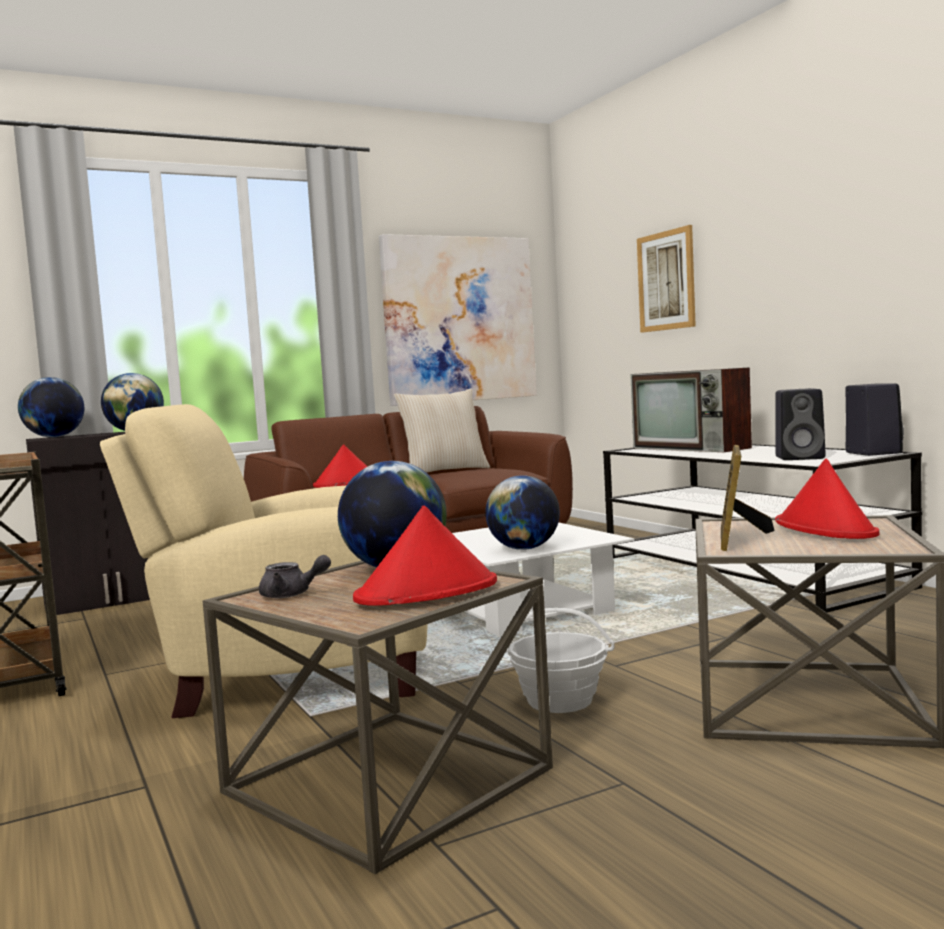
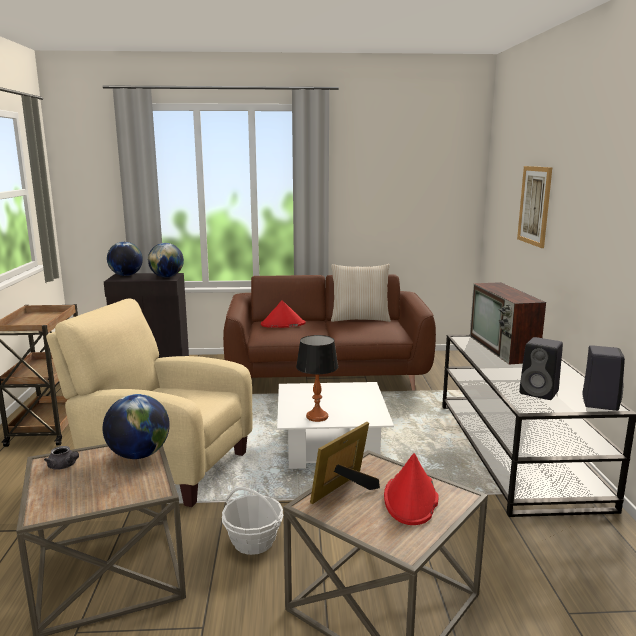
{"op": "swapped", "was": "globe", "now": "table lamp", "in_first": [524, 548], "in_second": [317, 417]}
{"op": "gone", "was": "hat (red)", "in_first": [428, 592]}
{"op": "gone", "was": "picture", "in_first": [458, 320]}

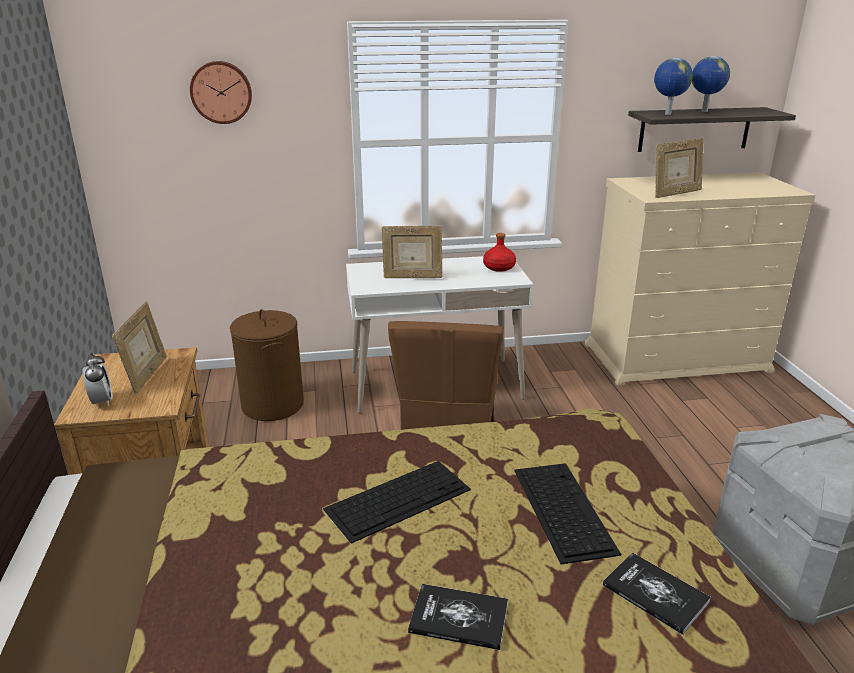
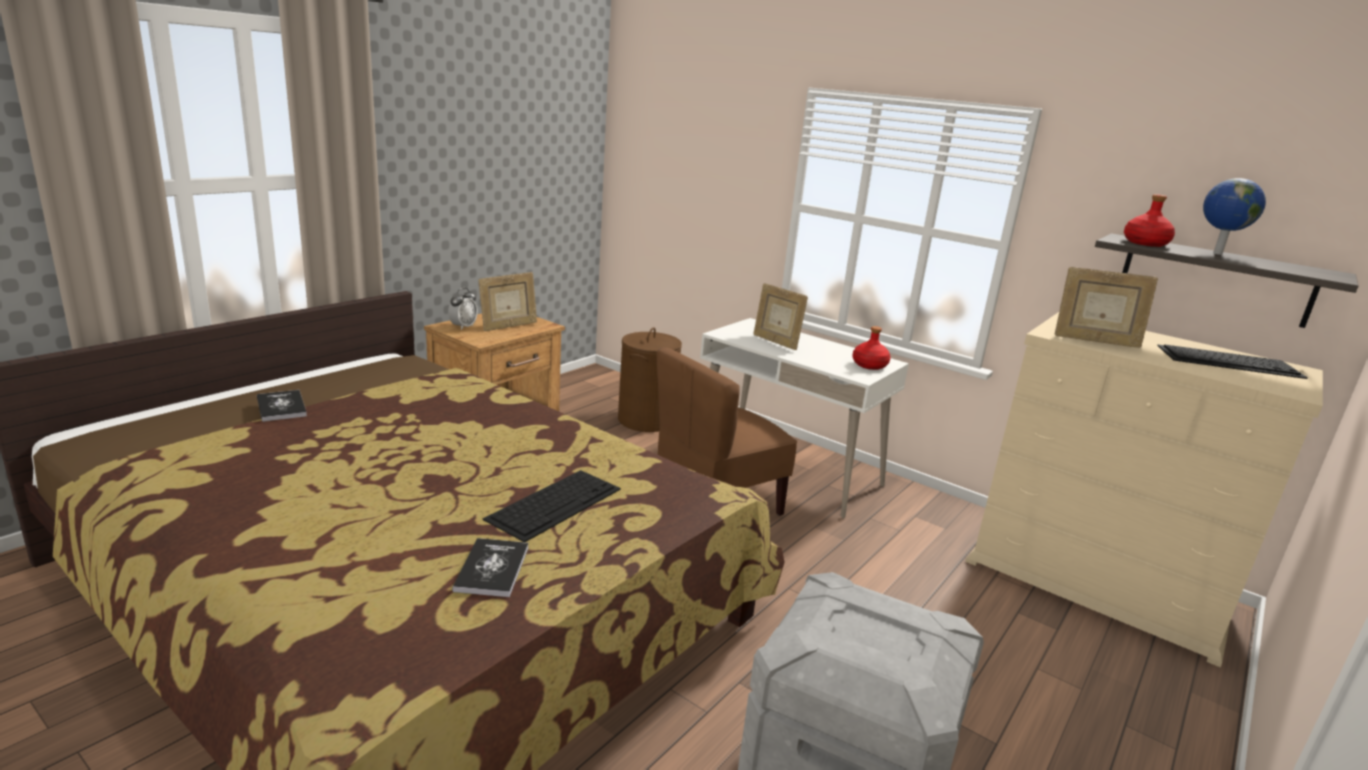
{"op": "shifted", "was": "book", "in_first": [459, 618], "in_second": [281, 407]}
{"op": "swapped", "was": "globe", "now": "bottle (red)", "in_first": [667, 114], "in_second": [1145, 243]}
{"op": "shifted", "was": "keyboard", "in_first": [399, 498], "in_second": [1230, 361]}
{"op": "gone", "was": "wall clock", "in_first": [221, 92]}

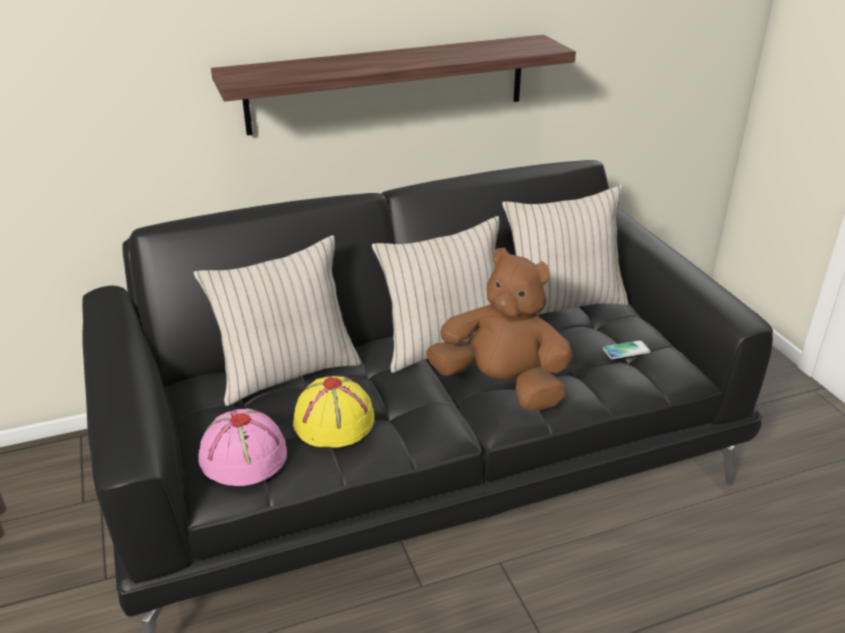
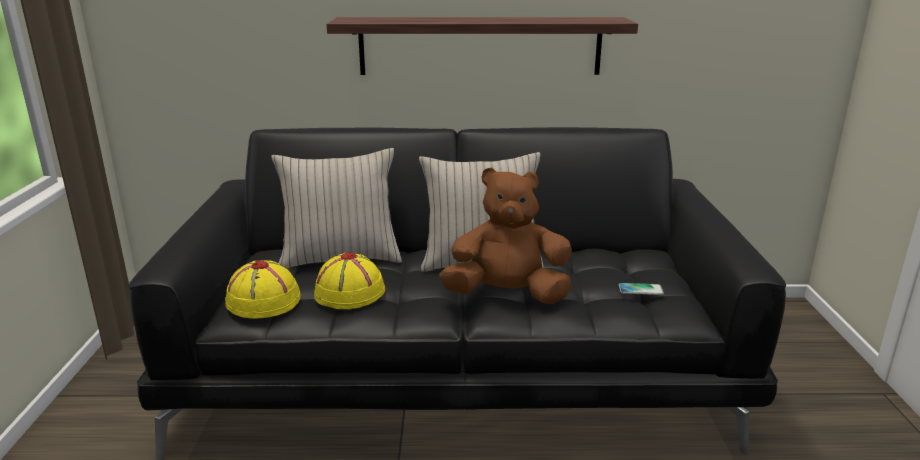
{"op": "repainted", "was": "hat (pink)", "now": "hat (yellow)", "in_first": [243, 456], "in_second": [262, 301]}
{"op": "rotated", "was": "plush toy (brown)", "in_first": [501, 385], "in_second": [507, 295], "clockwise": -45}
{"op": "gone", "was": "pillow (beige)", "in_first": [561, 303]}

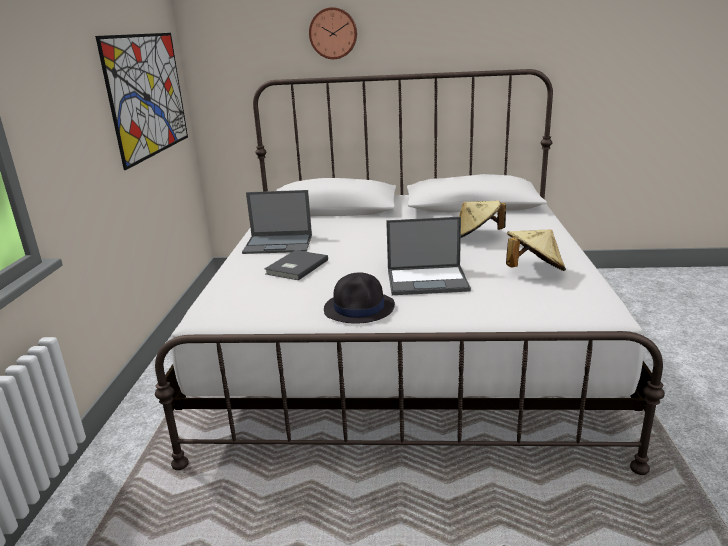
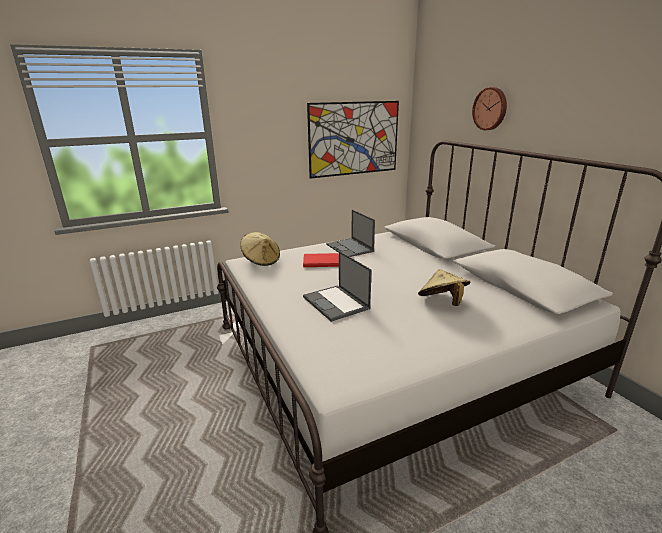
{"op": "shifted", "was": "hat (beige)", "in_first": [533, 271], "in_second": [261, 260]}
{"op": "repainted", "was": "book (grey)", "now": "book (red)", "in_first": [295, 267], "in_second": [320, 261]}
{"op": "gone", "was": "hat (black)", "in_first": [359, 308]}

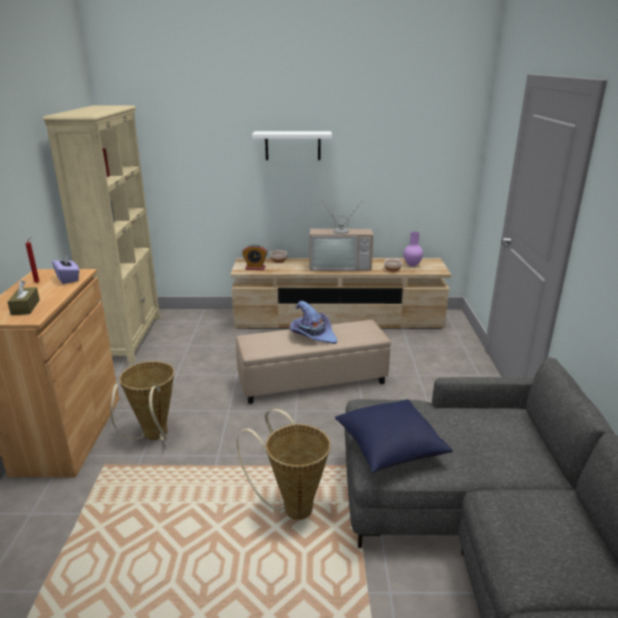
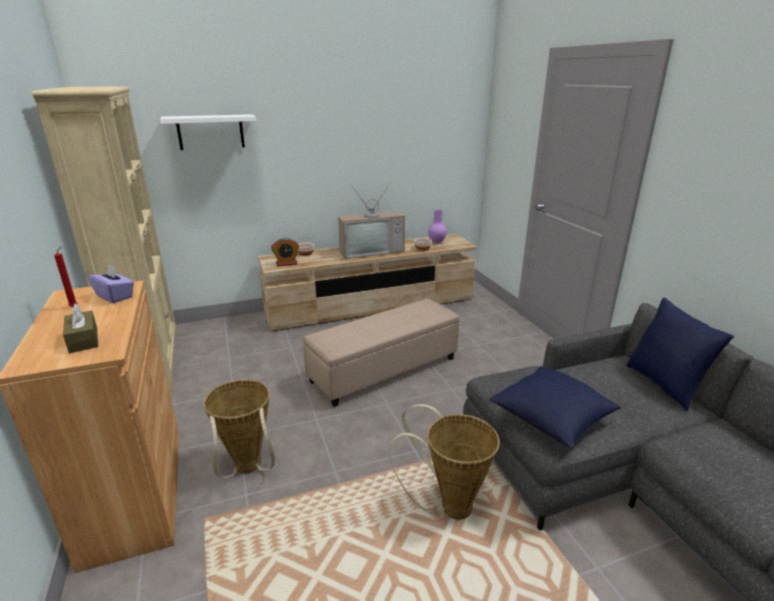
{"op": "shifted", "was": "shelf (white)", "in_first": [292, 145], "in_second": [210, 132]}
{"op": "new", "now": "pillow (blue)", "in_second": [664, 385]}
{"op": "gone", "was": "hat (purple)", "in_first": [313, 335]}

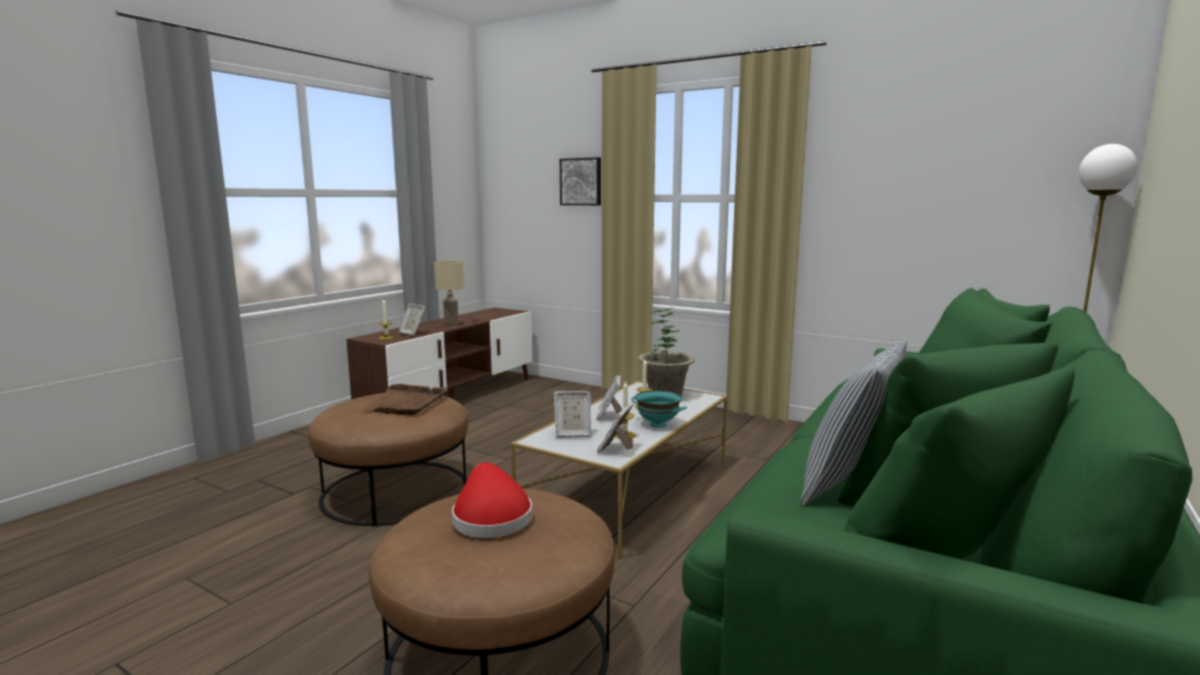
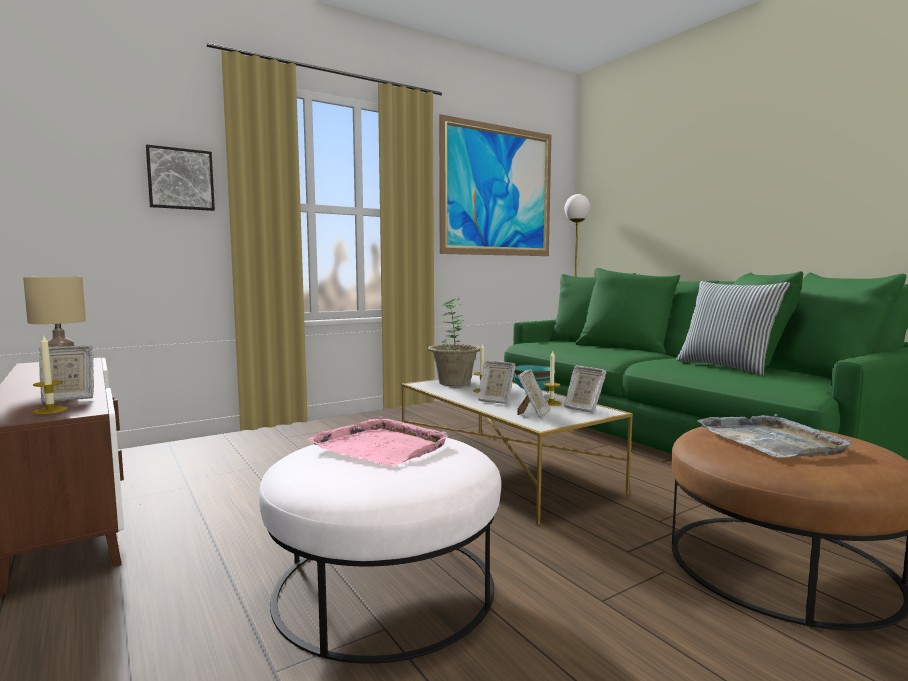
{"op": "repainted", "was": "ottoman (brown)", "now": "ottoman (white)", "in_first": [396, 491], "in_second": [384, 586]}
{"op": "repainted", "was": "tray (brown)", "now": "tray (pink)", "in_first": [406, 403], "in_second": [381, 446]}
{"op": "new", "now": "picture", "in_second": [498, 191]}
{"op": "swapped", "was": "hat (red)", "now": "tray (grey)", "in_first": [490, 517], "in_second": [771, 440]}

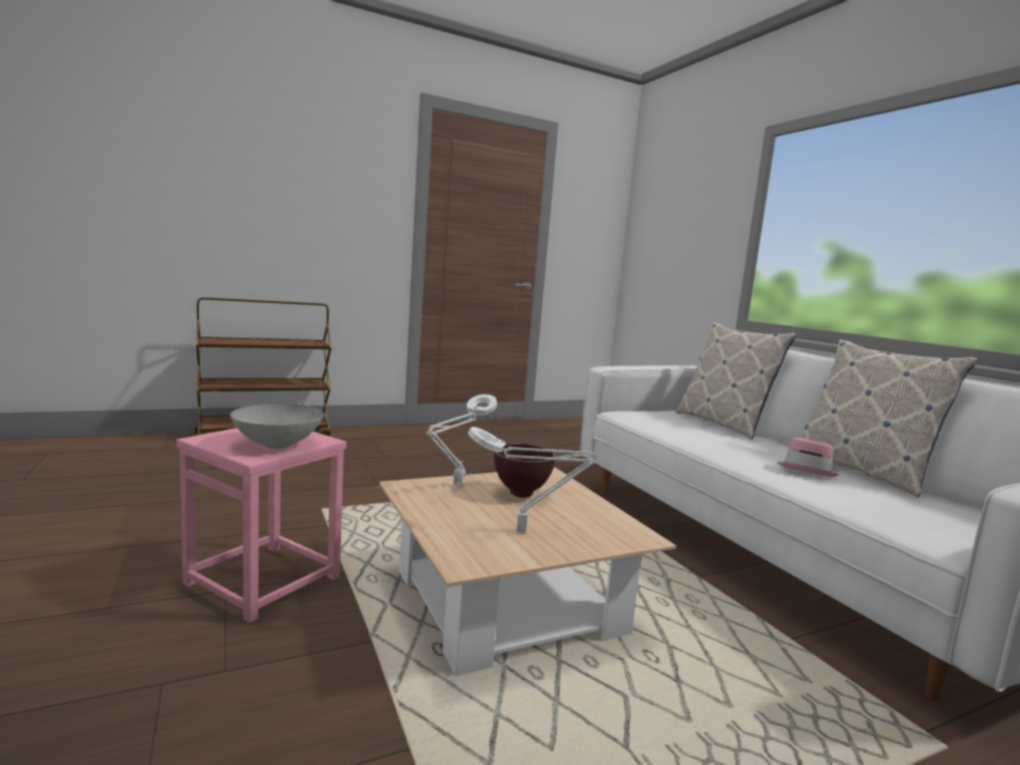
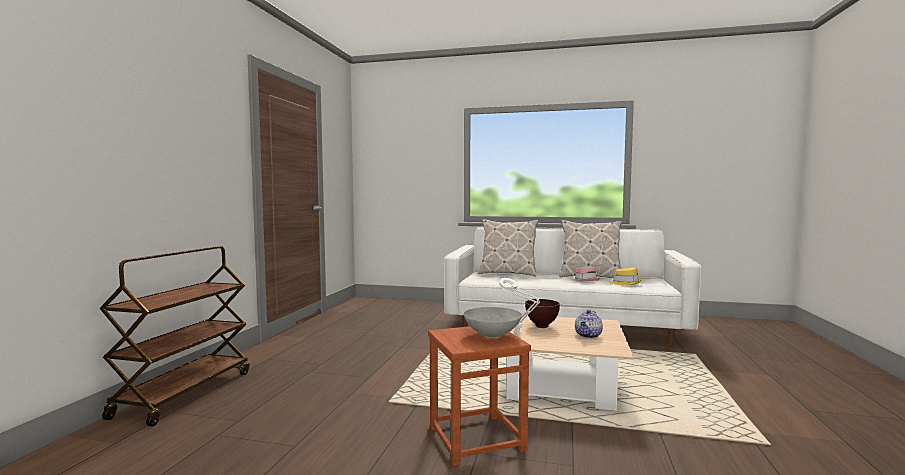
{"op": "repainted", "was": "stool (pink)", "now": "stool (brown)", "in_first": [264, 580], "in_second": [476, 438]}
{"op": "swapped", "was": "table lamp (white)", "now": "teapot", "in_first": [525, 531], "in_second": [588, 335]}
{"op": "new", "now": "hat (yellow)", "in_second": [625, 283]}

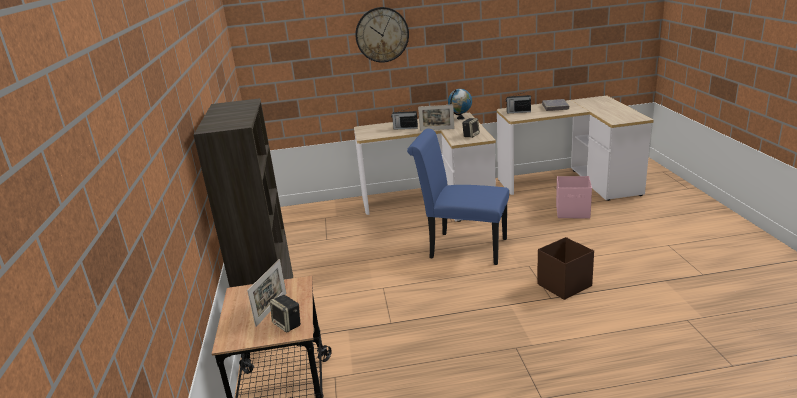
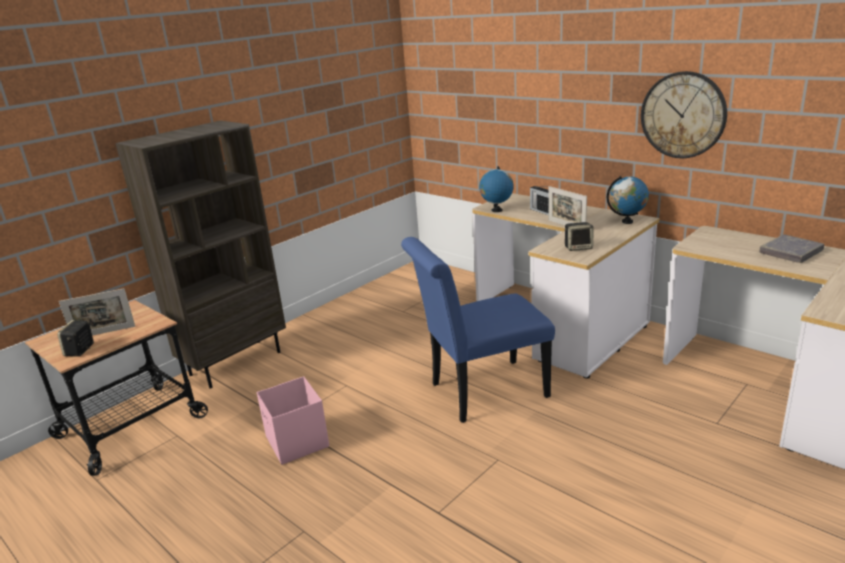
{"op": "shifted", "was": "storage box (pink)", "in_first": [573, 212], "in_second": [297, 442]}
{"op": "rotated", "was": "chair (blue)", "in_first": [462, 248], "in_second": [481, 392], "clockwise": -90}
{"op": "new", "now": "globe", "in_second": [496, 210]}
{"op": "shifted", "was": "wall clock", "in_first": [382, 35], "in_second": [683, 115]}
{"op": "gone", "was": "radio", "in_first": [518, 112]}
{"op": "gone", "was": "storage box (brown)", "in_first": [563, 285]}

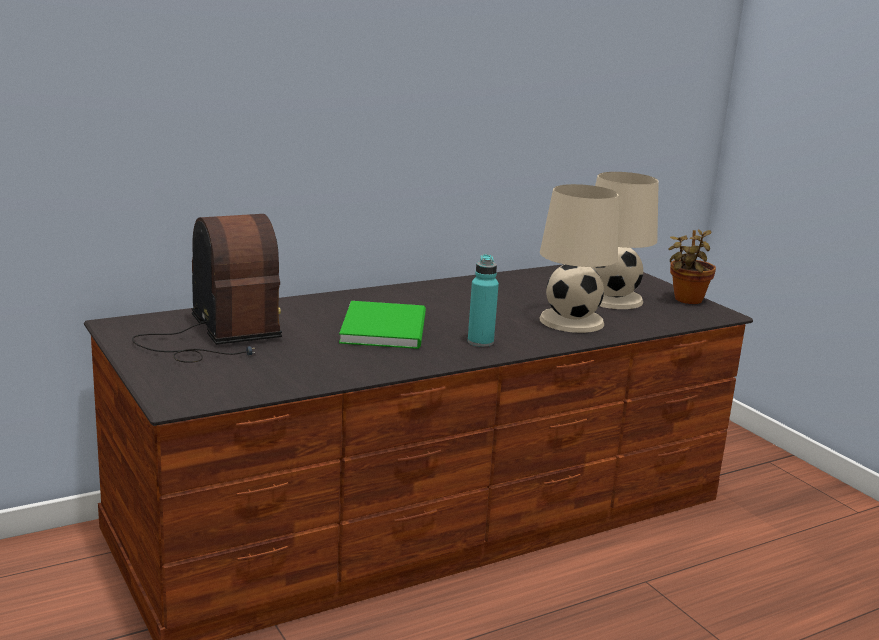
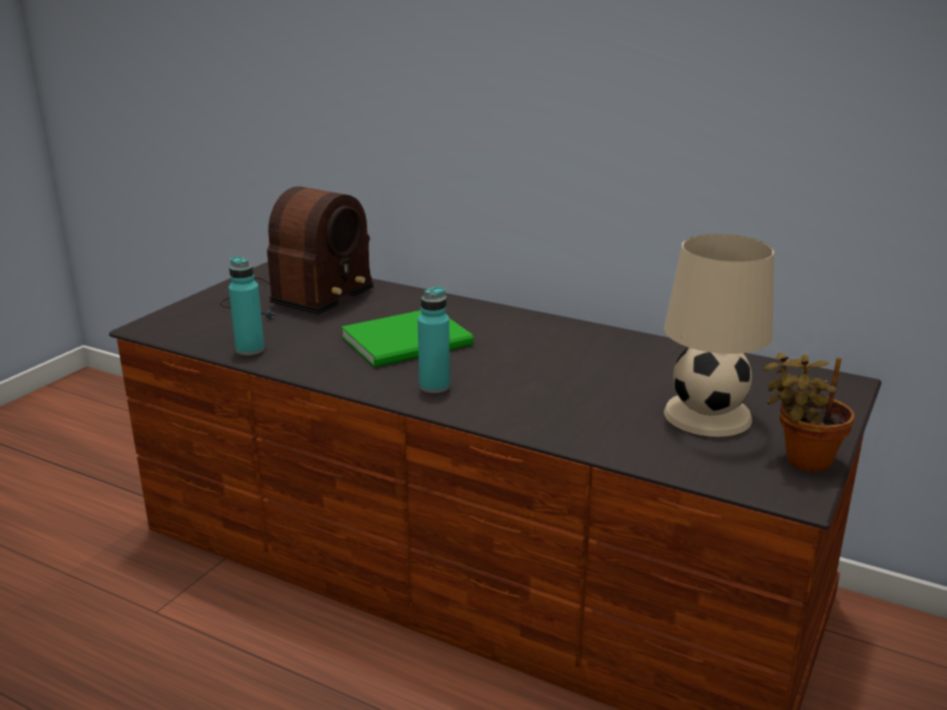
{"op": "new", "now": "bottle (turquoise)", "in_second": [250, 349]}
{"op": "gone", "was": "table lamp (beige)", "in_first": [570, 321]}

